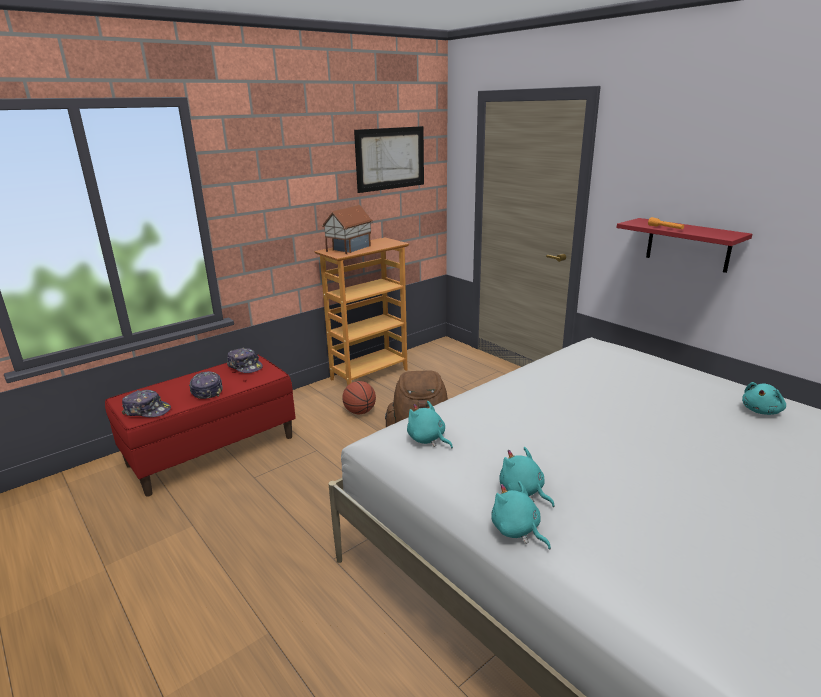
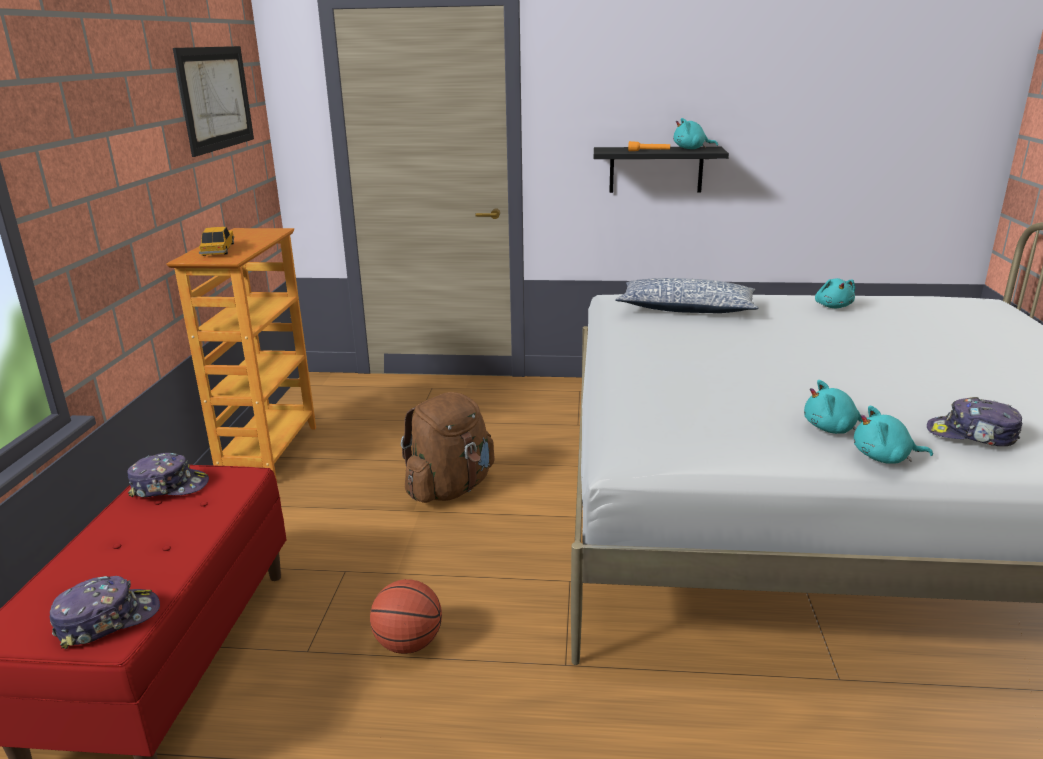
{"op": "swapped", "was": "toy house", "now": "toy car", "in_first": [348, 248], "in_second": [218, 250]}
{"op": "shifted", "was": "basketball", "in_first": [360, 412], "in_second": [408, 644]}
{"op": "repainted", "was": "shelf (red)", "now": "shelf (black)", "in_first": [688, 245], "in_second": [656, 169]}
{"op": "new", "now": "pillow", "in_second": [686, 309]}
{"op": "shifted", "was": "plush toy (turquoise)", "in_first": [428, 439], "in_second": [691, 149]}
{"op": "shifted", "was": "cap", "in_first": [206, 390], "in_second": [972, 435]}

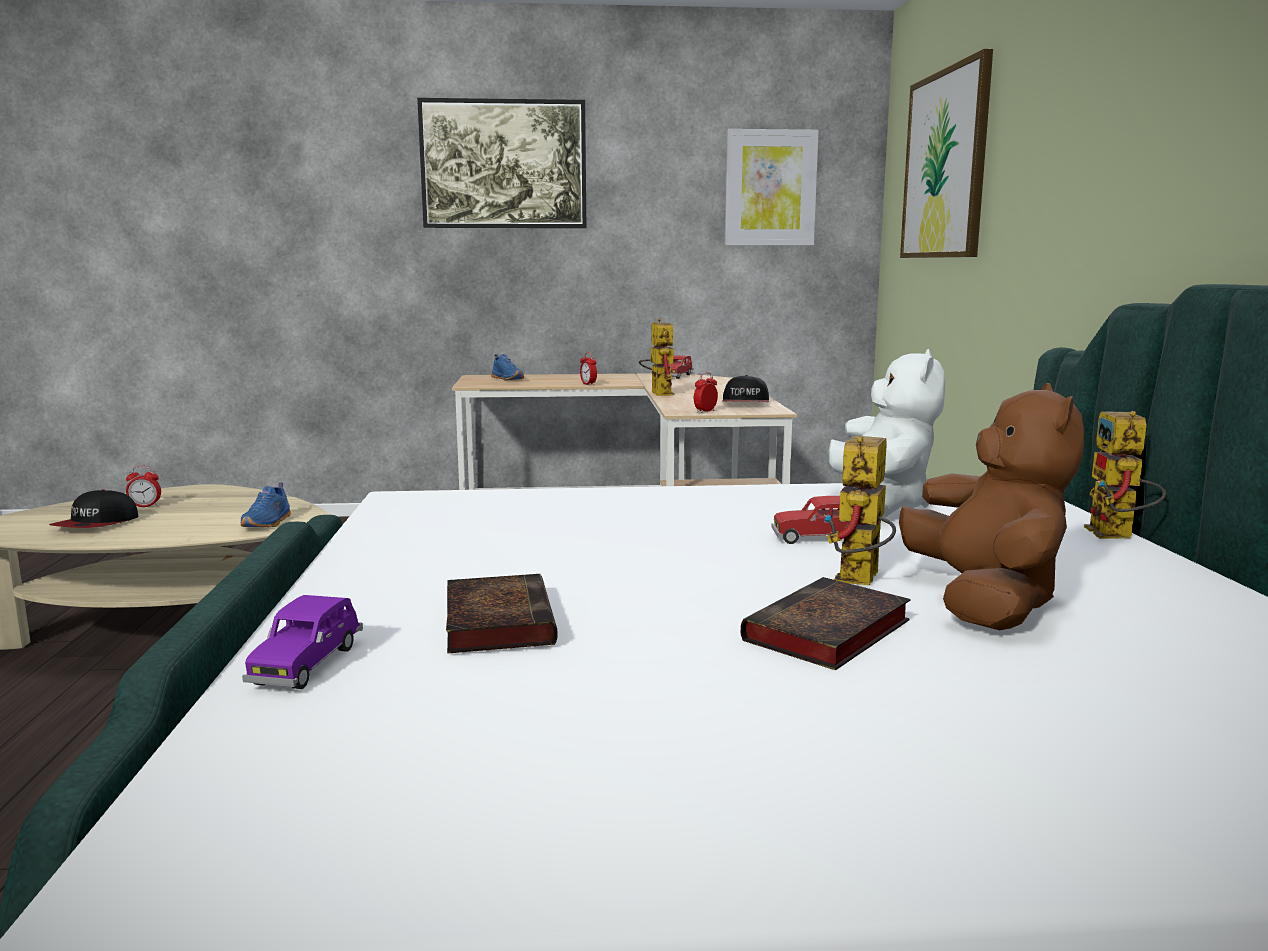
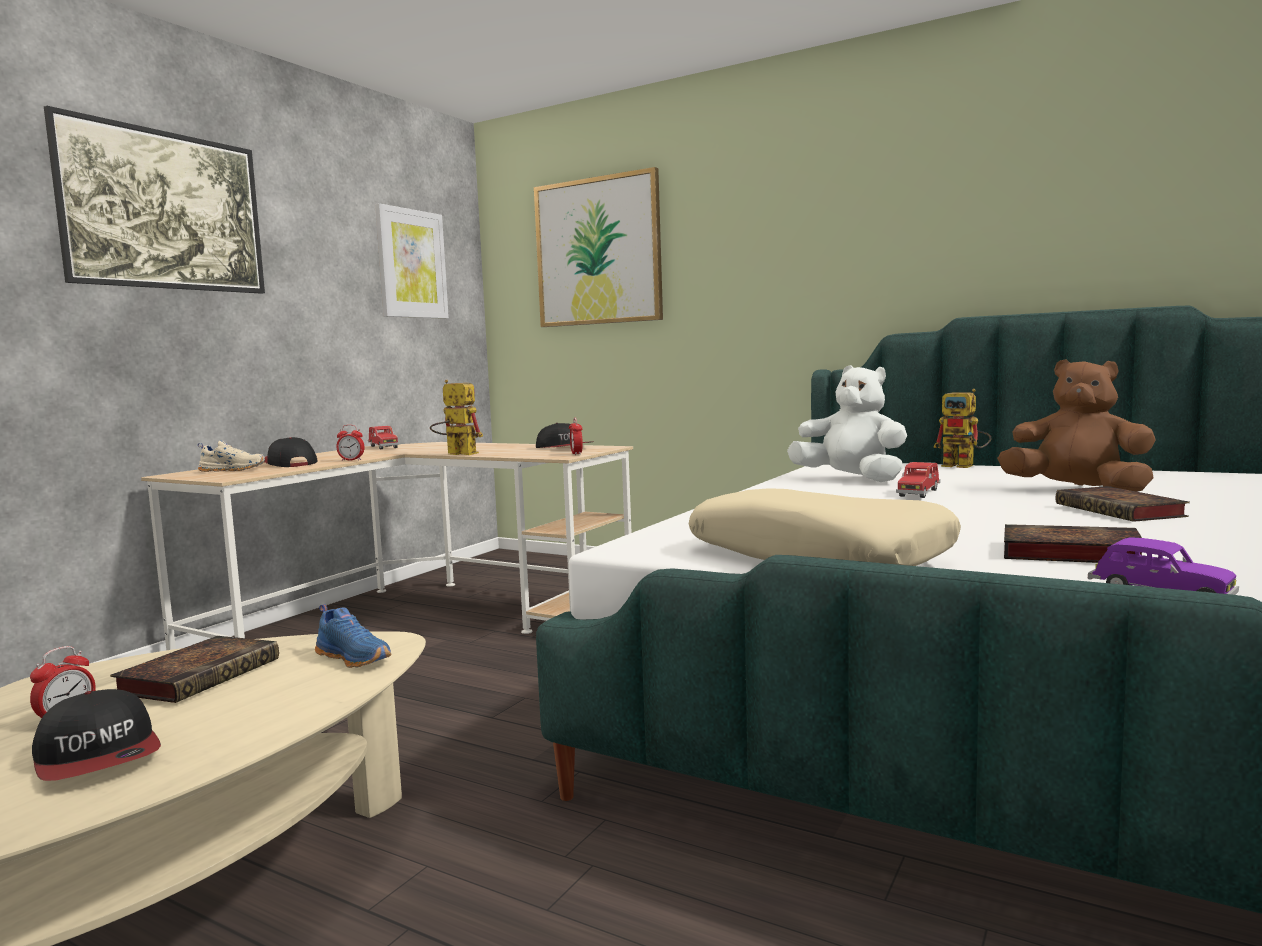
{"op": "new", "now": "book", "in_second": [201, 675]}
{"op": "repainted", "was": "shoe (blue)", "now": "shoe (beige)", "in_first": [508, 379], "in_second": [233, 470]}
{"op": "new", "now": "cap", "in_second": [289, 463]}
{"op": "new", "now": "pillow (beige)", "in_second": [818, 556]}
{"op": "gone", "was": "toy robot", "in_first": [860, 581]}

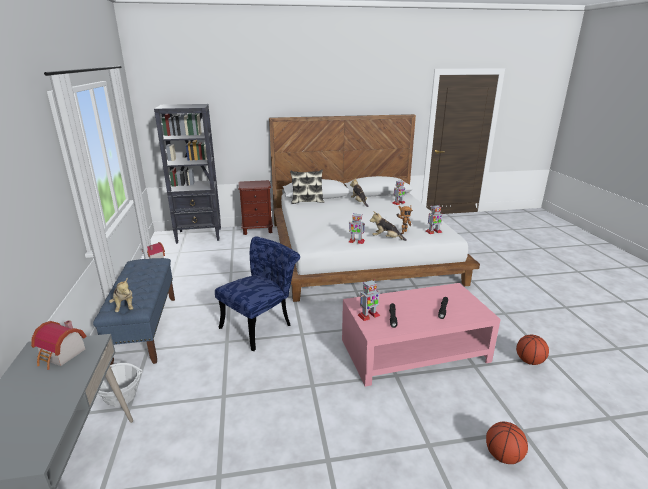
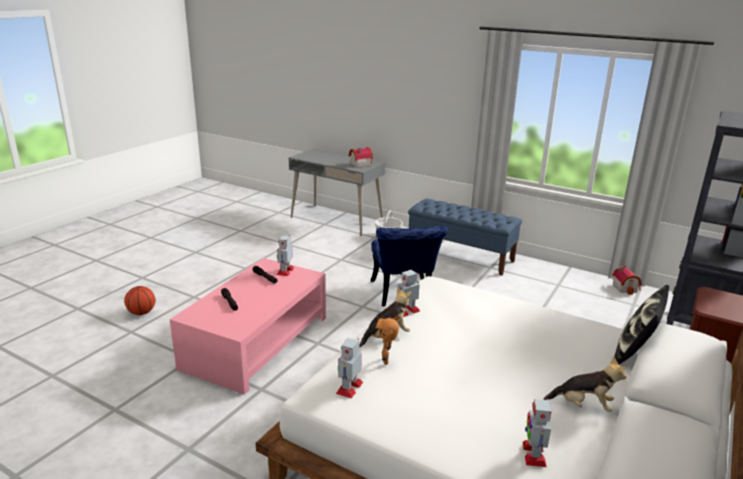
{"op": "gone", "was": "plush toy", "in_first": [124, 307]}
{"op": "gone", "was": "basketball", "in_first": [529, 361]}

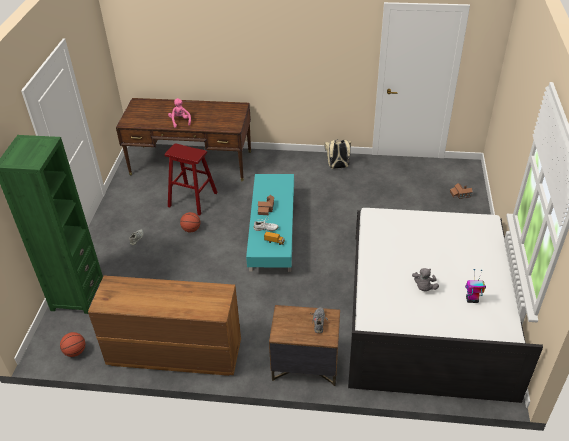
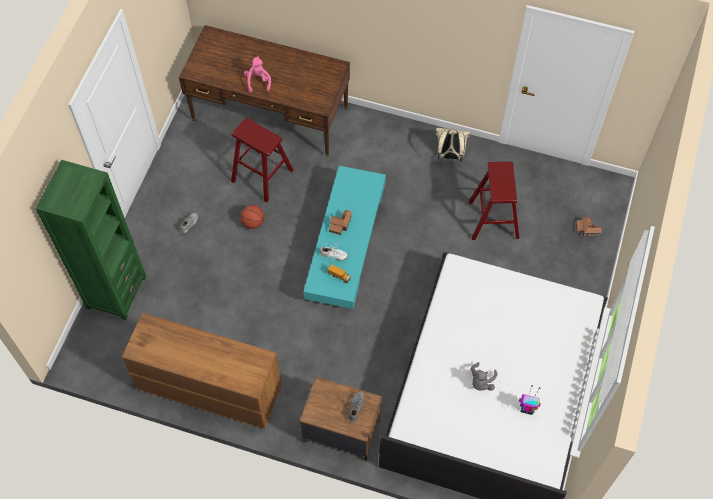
{"op": "new", "now": "stool (red)", "in_second": [493, 220]}
{"op": "gone", "was": "basketball", "in_first": [75, 352]}

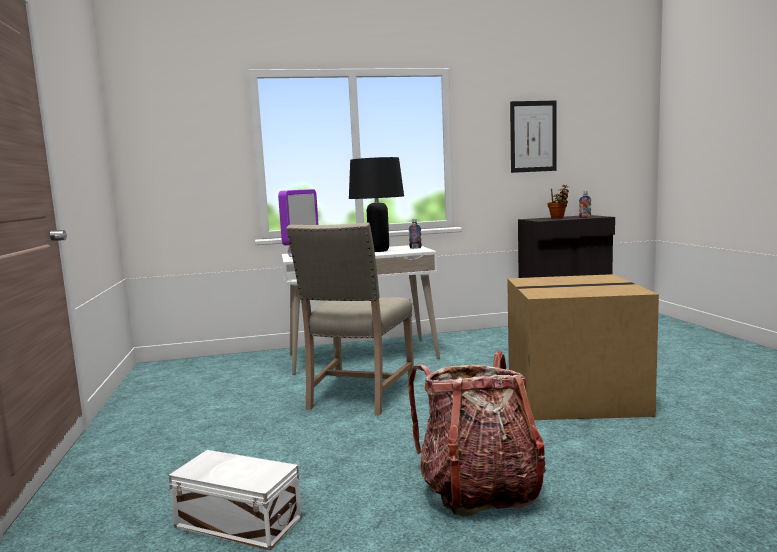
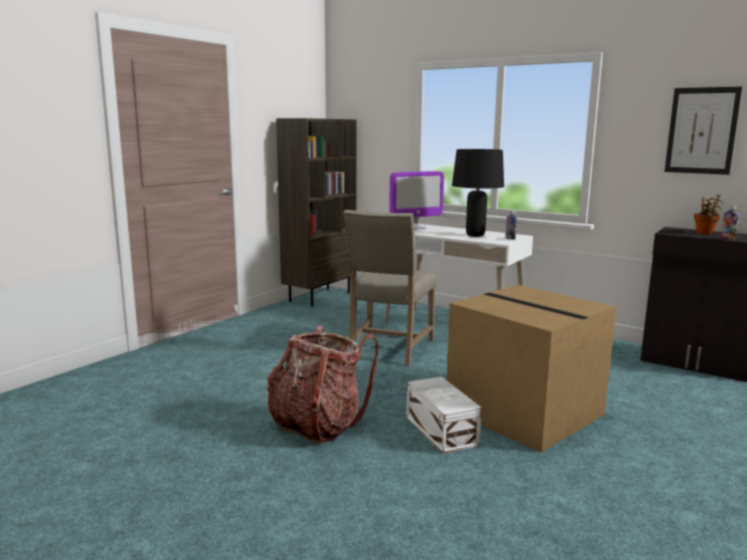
{"op": "new", "now": "bookcase (brown)", "in_second": [319, 297]}
{"op": "rotated", "was": "chair (beige)", "in_first": [358, 395], "in_second": [388, 349], "clockwise": -45}
{"op": "shifted", "was": "storage box (white)", "in_first": [238, 521], "in_second": [441, 430]}

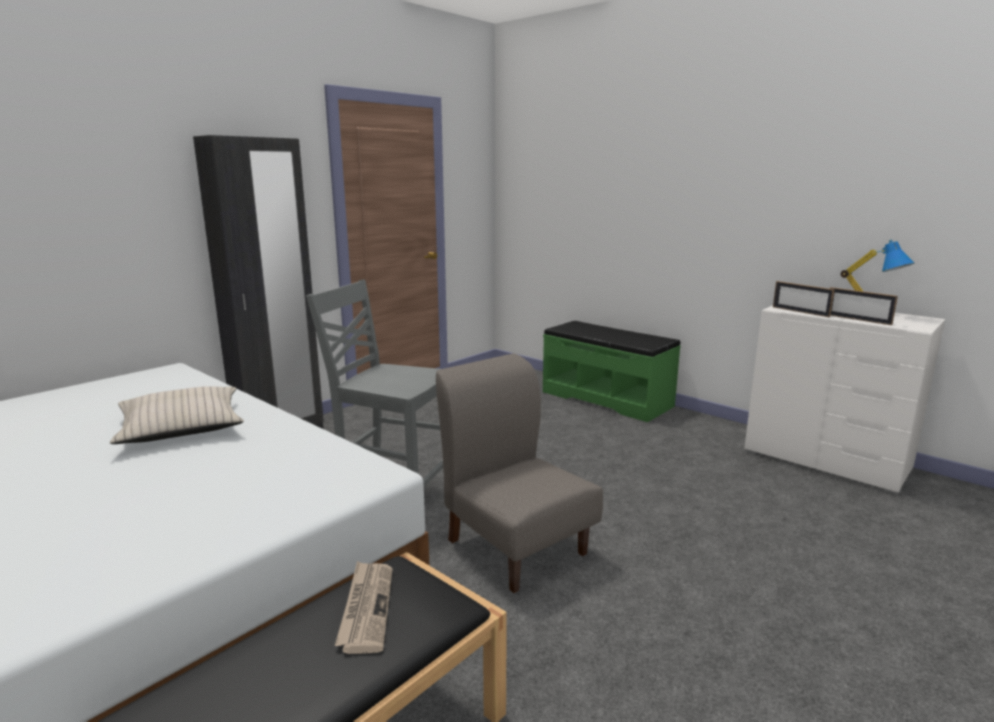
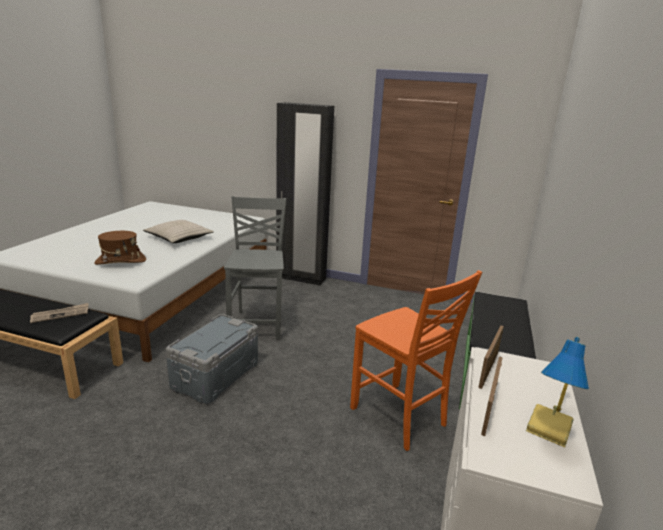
{"op": "new", "now": "hat (brown)", "in_second": [120, 261]}
{"op": "swapped", "was": "chair (grey)", "now": "storage box (grey)", "in_first": [516, 546], "in_second": [216, 376]}
{"op": "new", "now": "chair (orange)", "in_second": [399, 417]}

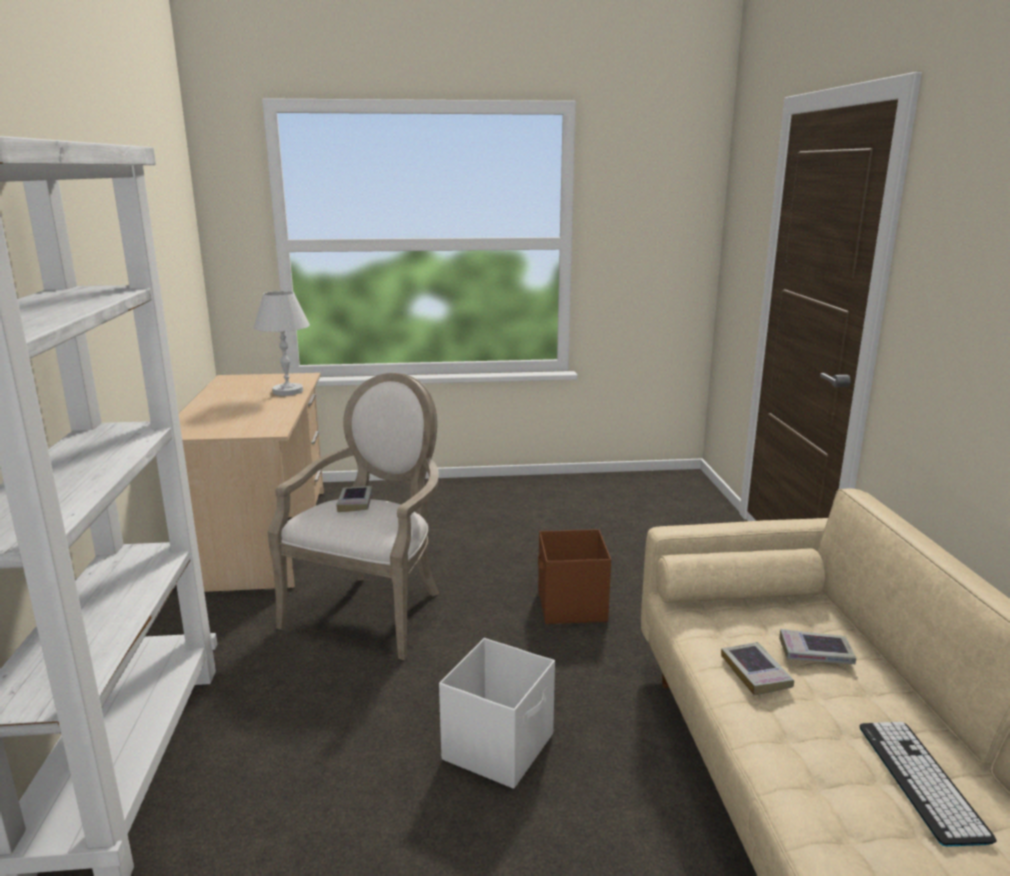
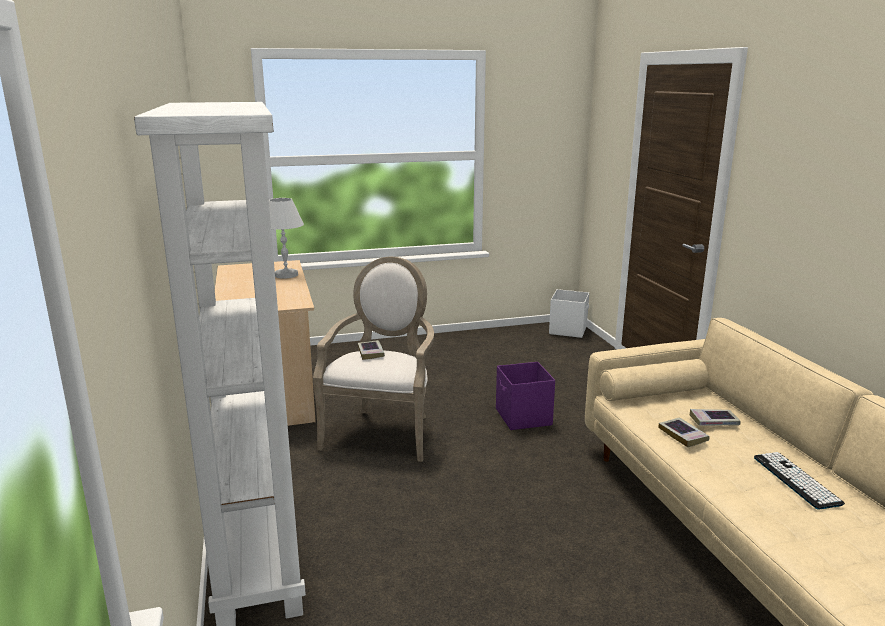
{"op": "repainted", "was": "storage box (brown)", "now": "storage box (purple)", "in_first": [571, 606], "in_second": [523, 417]}
{"op": "shifted", "was": "storage box (white)", "in_first": [500, 746], "in_second": [568, 330]}

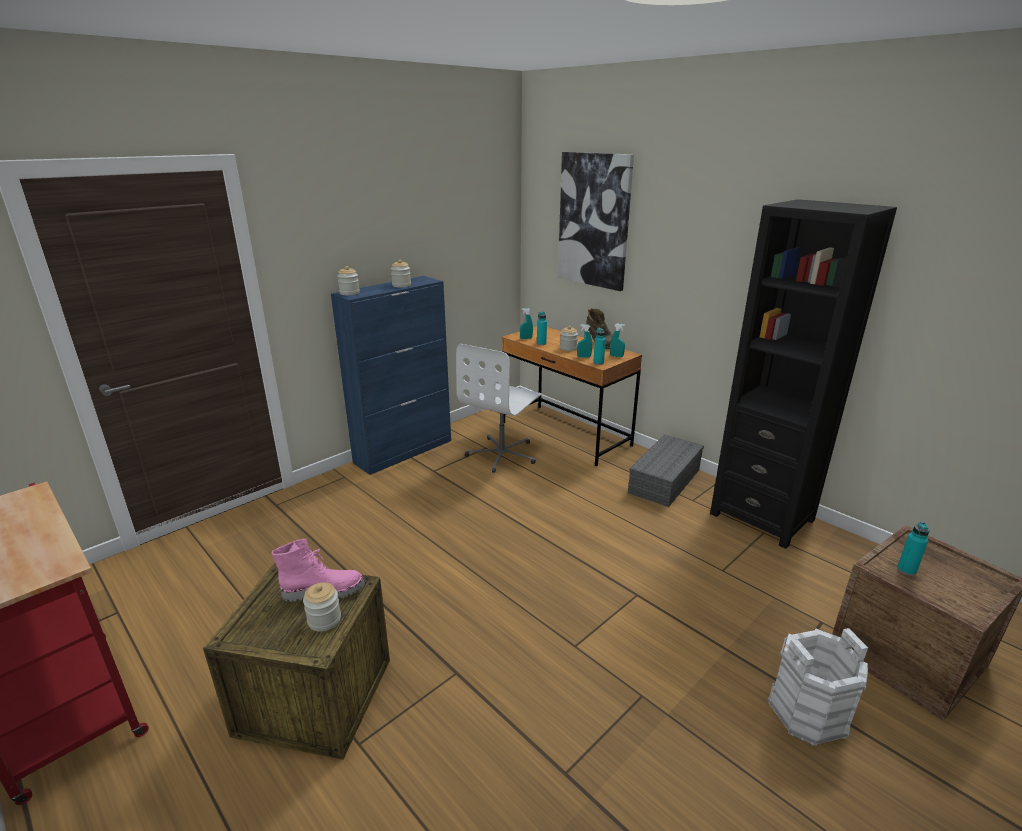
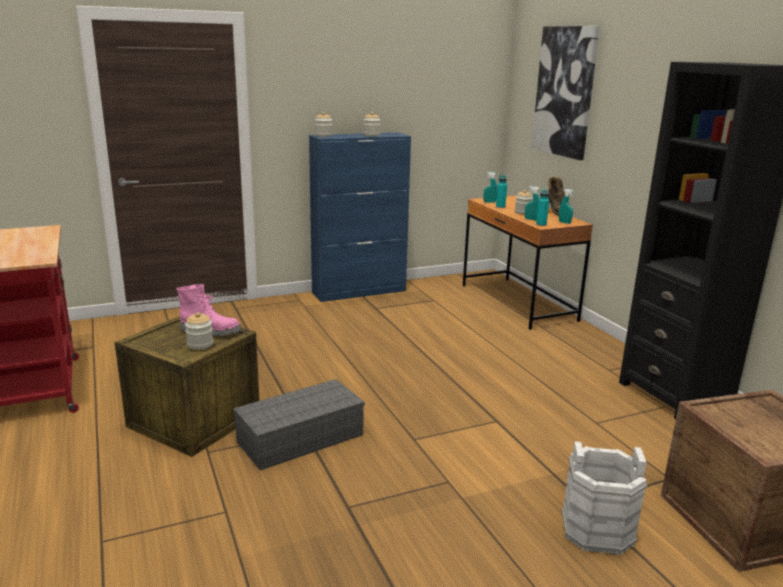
{"op": "shifted", "was": "storage box (grey)", "in_first": [664, 480], "in_second": [301, 437]}
{"op": "gone", "was": "office chair (white)", "in_first": [502, 454]}
{"op": "gone", "was": "bottle (turquoise)", "in_first": [906, 570]}

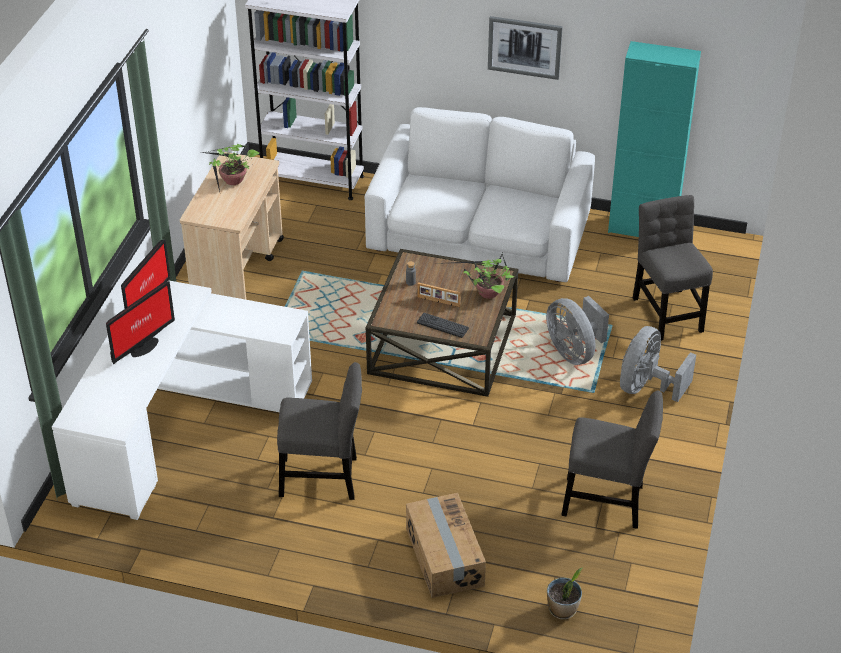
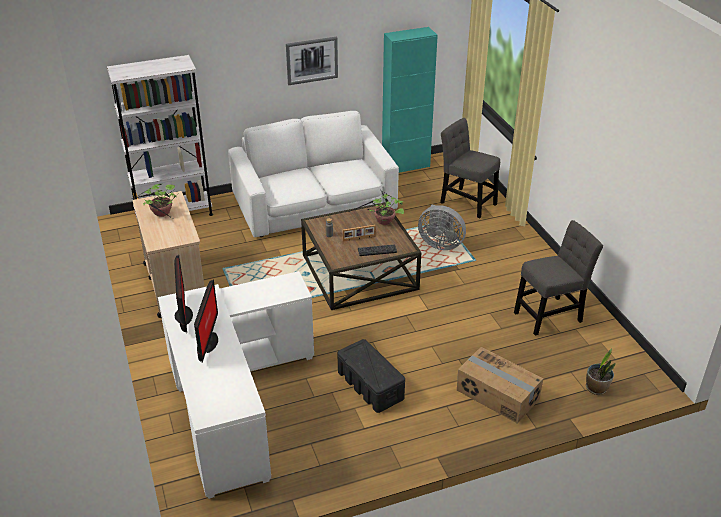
{"op": "swapped", "was": "chair (grey)", "now": "storage box (black)", "in_first": [323, 478], "in_second": [370, 386]}
{"op": "gone", "was": "fan (grey)", "in_first": [646, 387]}

